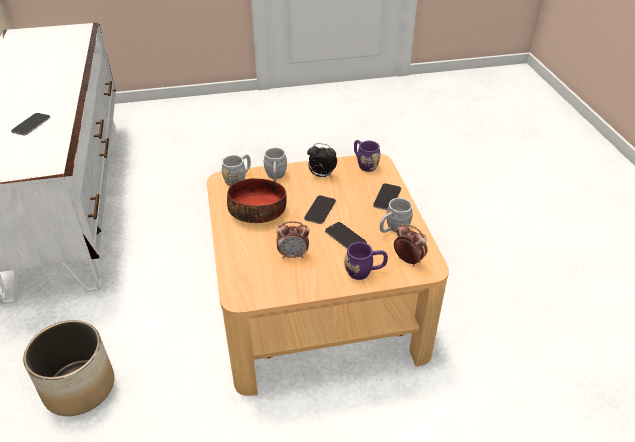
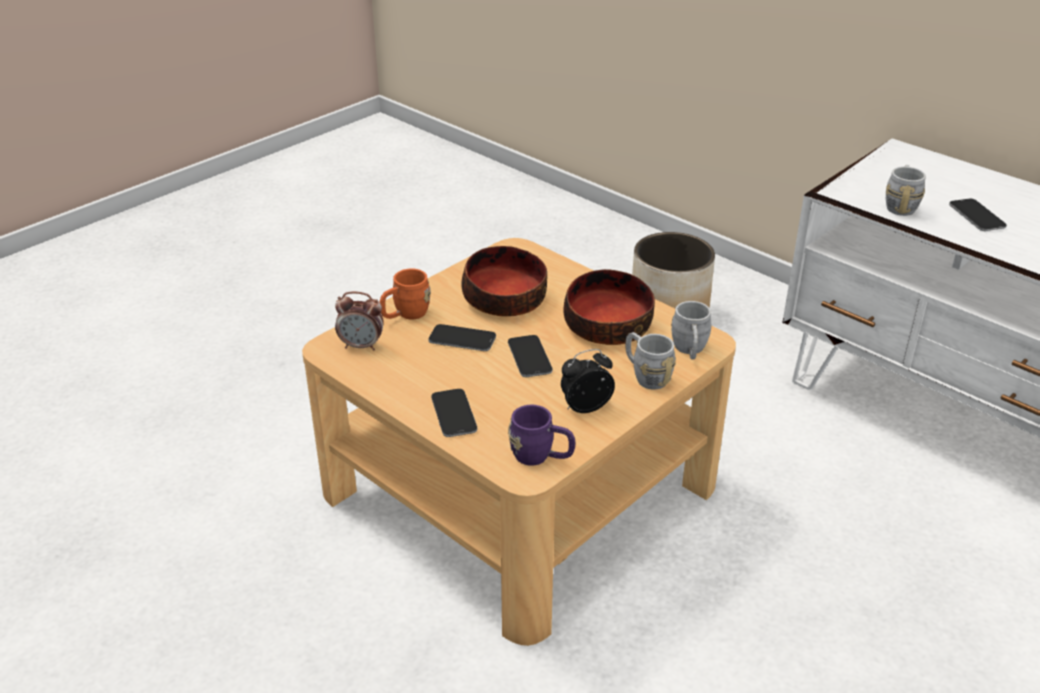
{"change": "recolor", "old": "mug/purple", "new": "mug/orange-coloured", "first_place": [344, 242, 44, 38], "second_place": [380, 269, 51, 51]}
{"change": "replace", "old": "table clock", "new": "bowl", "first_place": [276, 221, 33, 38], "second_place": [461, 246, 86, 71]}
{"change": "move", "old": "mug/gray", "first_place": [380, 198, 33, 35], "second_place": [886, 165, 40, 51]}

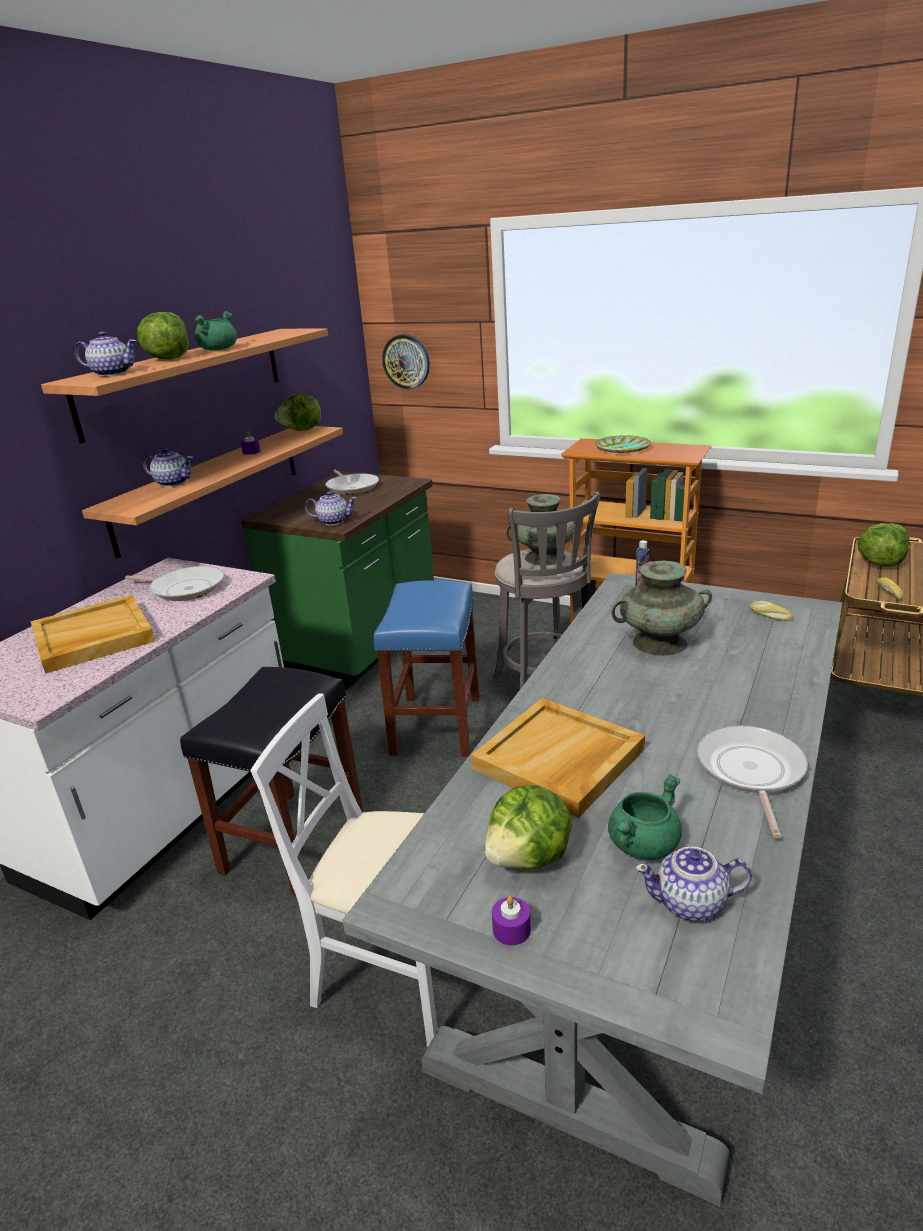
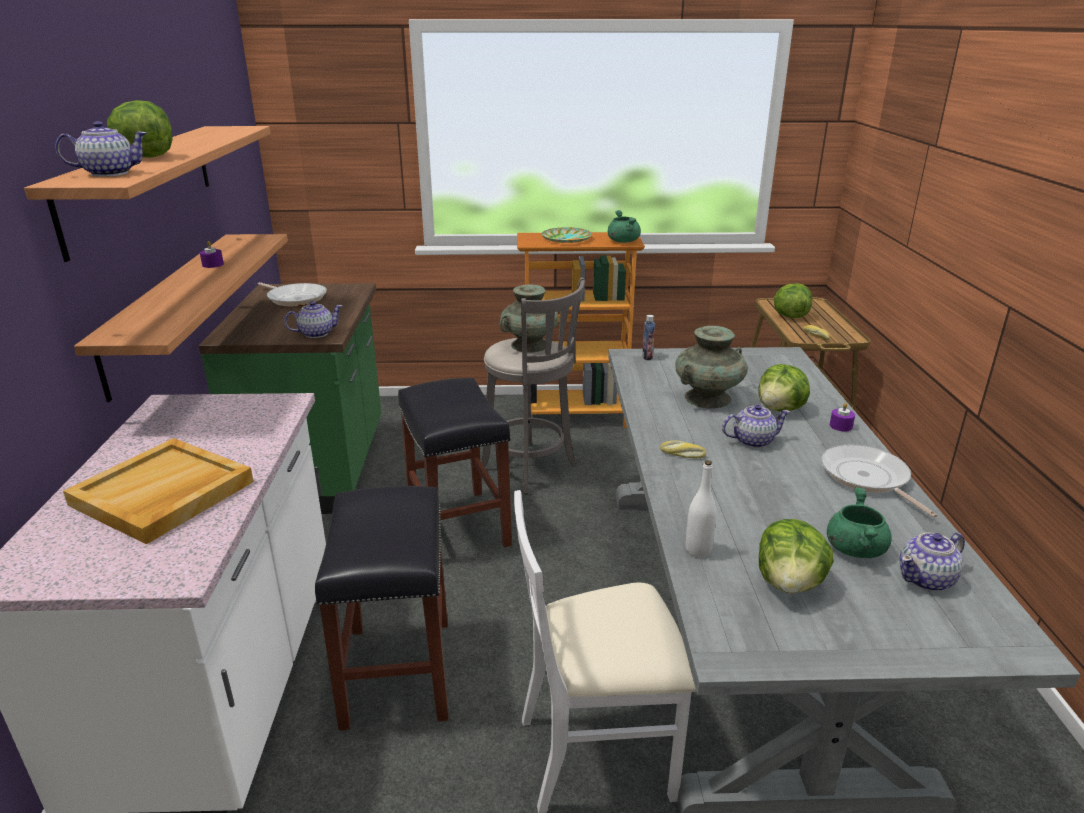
{"change": "recolor", "old": "stool/bluish", "new": "stool/black-coloured", "first_place": [374, 580, 106, 177], "second_place": [398, 378, 114, 169]}
{"change": "move", "old": "saucepot/green", "first_place": [194, 311, 43, 40], "second_place": [608, 210, 33, 33]}
{"change": "move", "old": "bakery bread", "first_place": [750, 601, 42, 20], "second_place": [660, 440, 46, 18]}
{"change": "insert", "new": "bottle/whitish", "second_place": [686, 460, 31, 98]}
{"change": "move", "old": "teapot", "first_place": [143, 448, 50, 39], "second_place": [722, 404, 68, 44]}
{"change": "move", "old": "lettuce head", "first_place": [275, 394, 46, 37], "second_place": [759, 364, 51, 47]}
{"change": "move", "old": "wax candle/purple", "first_place": [492, 896, 39, 49], "second_place": [830, 403, 25, 29]}
{"change": "delete", "old": "pan", "first_place": [125, 566, 99, 35]}
{"change": "delete", "old": "hanging clock", "first_place": [382, 334, 48, 55]}
{"change": "delete", "old": "serving tray/sand-coloured", "first_place": [471, 698, 174, 120]}

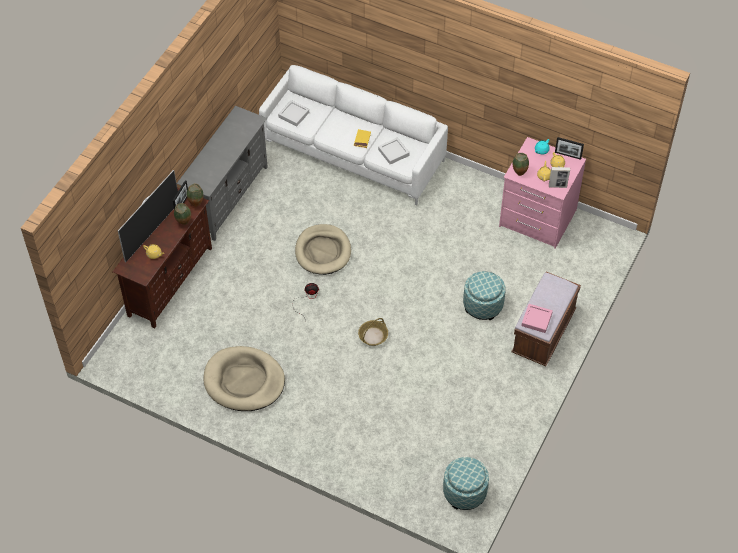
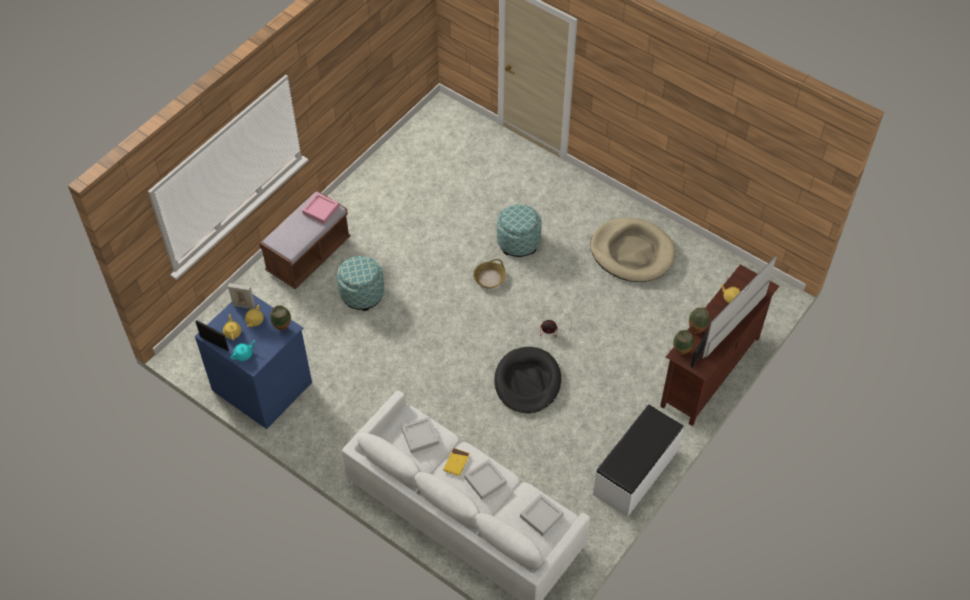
{"change": "recolor", "old": "dresser/pink", "new": "dresser/bluish", "first_place": [499, 137, 87, 112], "second_place": [195, 295, 117, 134]}
{"change": "insert", "new": "serving tray/gray", "second_place": [464, 459, 43, 41]}
{"change": "recolor", "old": "dog cushion/sand-coloured", "new": "dog cushion/black-coloured", "first_place": [295, 224, 56, 51], "second_place": [494, 347, 67, 67]}
{"change": "move", "old": "footrest", "first_place": [443, 457, 46, 53], "second_place": [497, 204, 44, 53]}
{"change": "replace", "old": "tv unit/gray", "new": "indoor bench/whitish", "first_place": [177, 106, 91, 135], "second_place": [593, 405, 91, 112]}

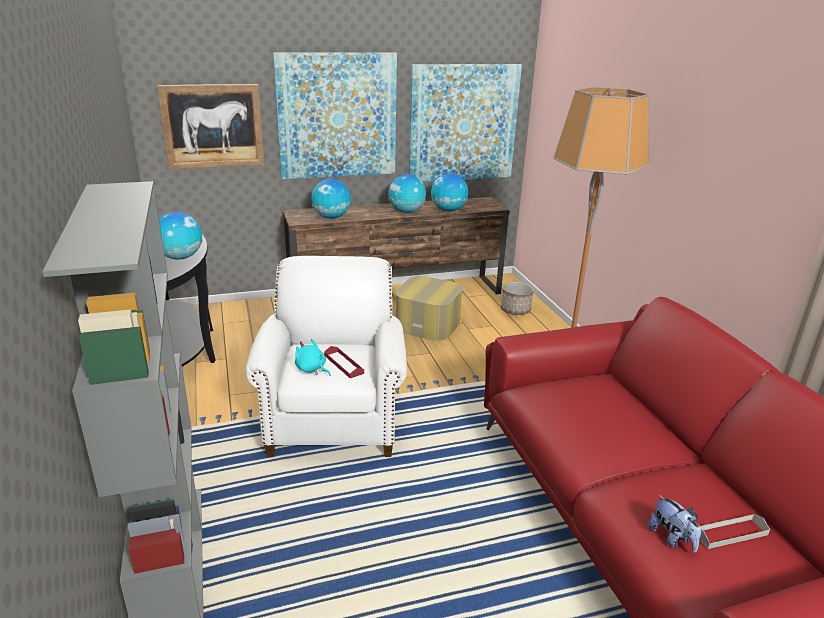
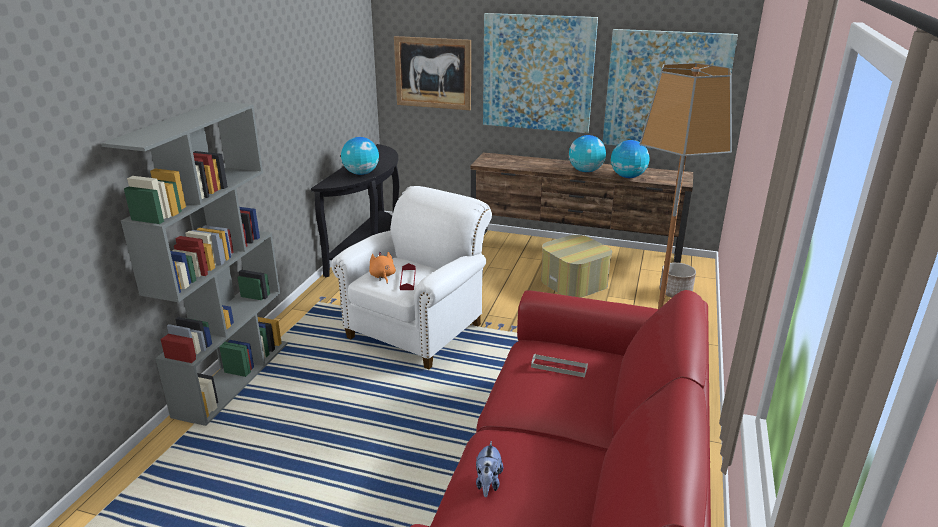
{"change": "recolor", "old": "plush toy/blue-green", "new": "plush toy/orange-coloured", "first_place": [295, 339, 36, 37], "second_place": [369, 252, 27, 32]}
{"change": "move", "old": "serving tray/gray", "first_place": [699, 514, 71, 35], "second_place": [531, 354, 57, 24]}
{"change": "delete", "old": "world globe", "first_place": [311, 179, 40, 40]}

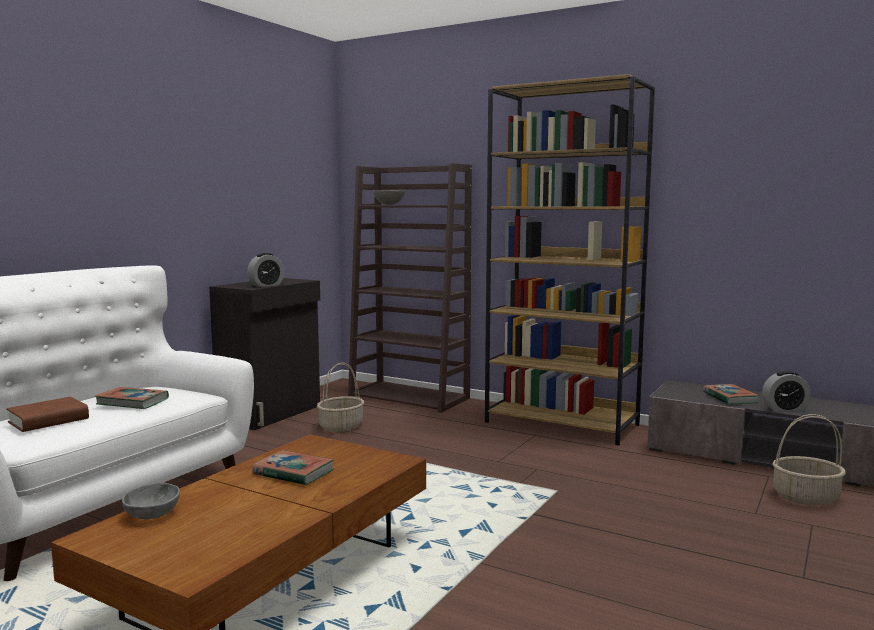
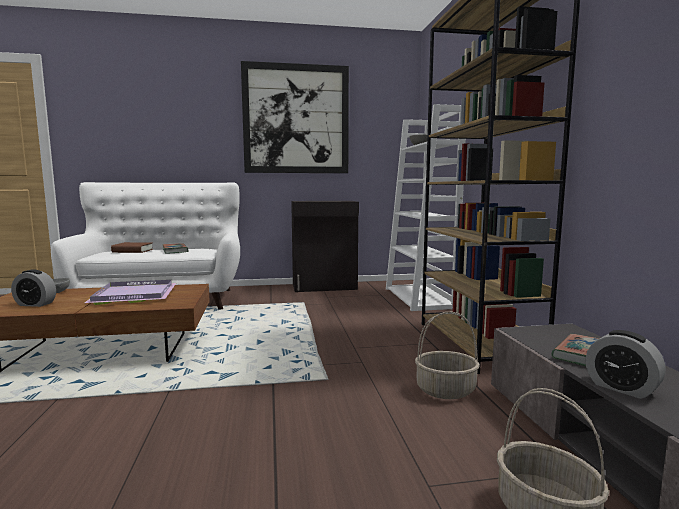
{"change": "move", "old": "table clock", "first_place": [247, 253, 37, 34], "second_place": [11, 269, 45, 38]}
{"change": "replace", "old": "book", "new": "serving tray/purple", "first_place": [252, 450, 82, 36], "second_place": [84, 280, 92, 25]}
{"change": "insert", "new": "picture", "second_place": [241, 61, 108, 112]}
{"change": "recolor", "old": "bookshelf/brown", "new": "bookshelf/whitish", "first_place": [348, 163, 124, 250], "second_place": [386, 104, 80, 207]}
{"change": "move", "old": "basket", "first_place": [317, 363, 47, 69], "second_place": [415, 312, 65, 87]}

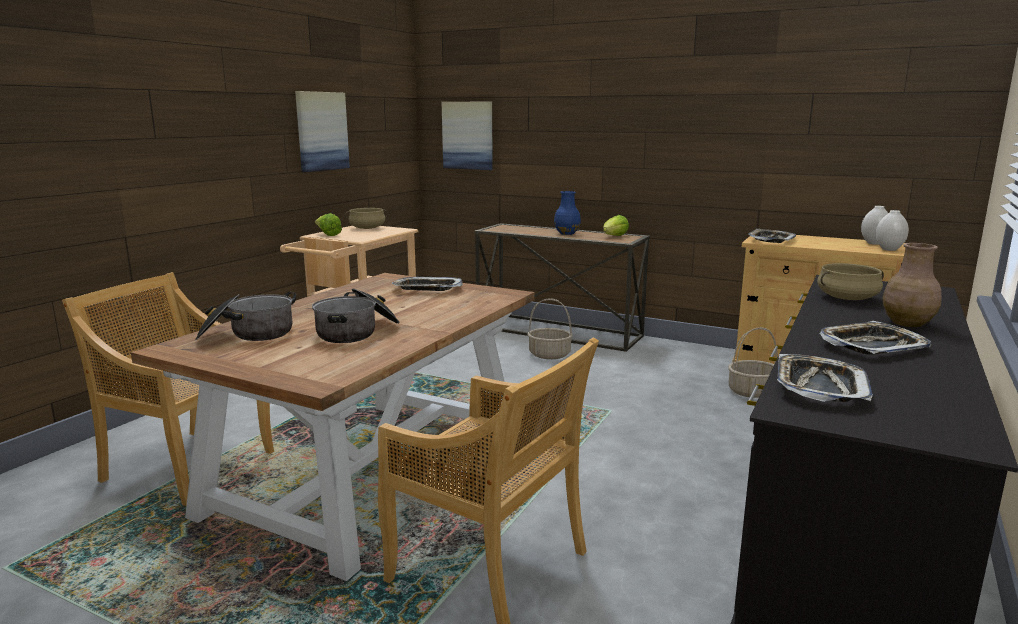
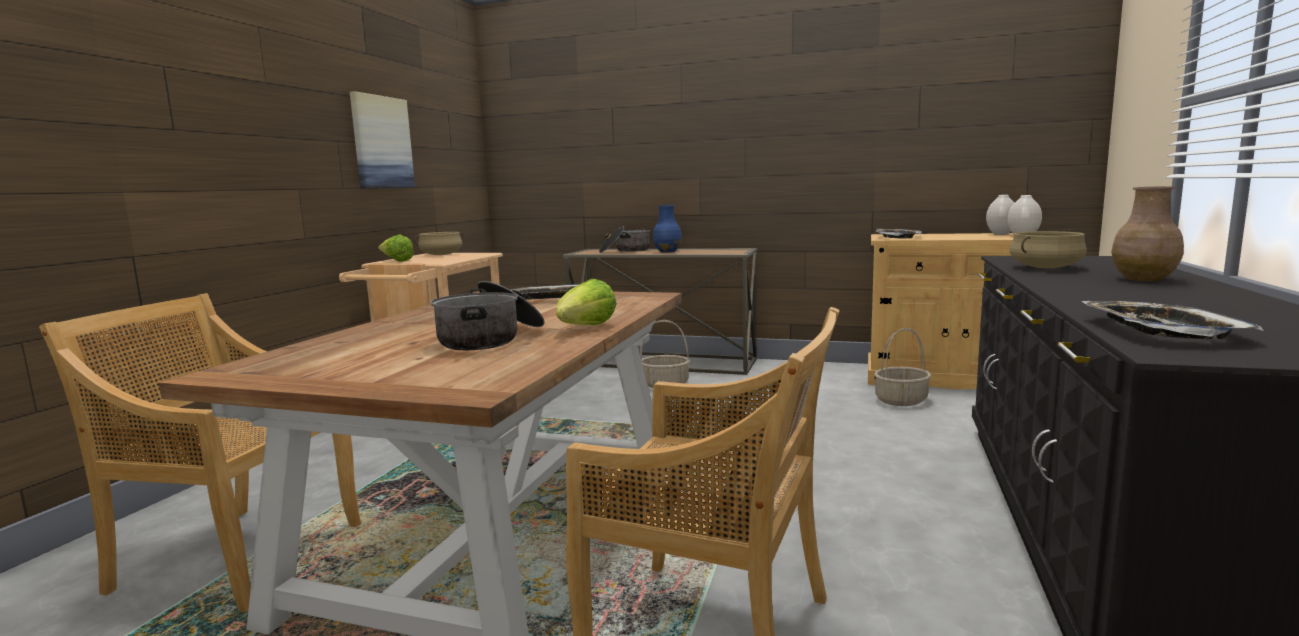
{"change": "move", "old": "lettuce head", "first_place": [603, 215, 26, 21], "second_place": [556, 279, 61, 46]}
{"change": "move", "old": "saucepot", "first_place": [195, 291, 101, 50], "second_place": [599, 226, 52, 27]}
{"change": "delete", "old": "picture", "first_place": [442, 101, 51, 69]}
{"change": "delete", "old": "serving tray", "first_place": [820, 321, 111, 34]}

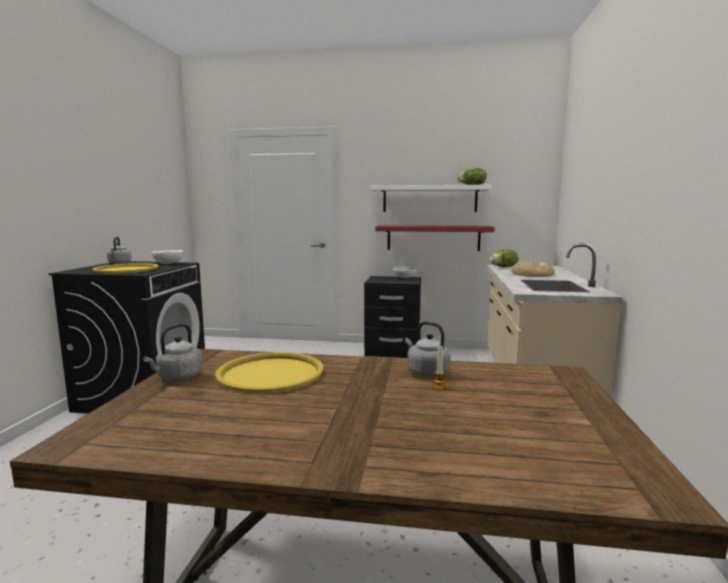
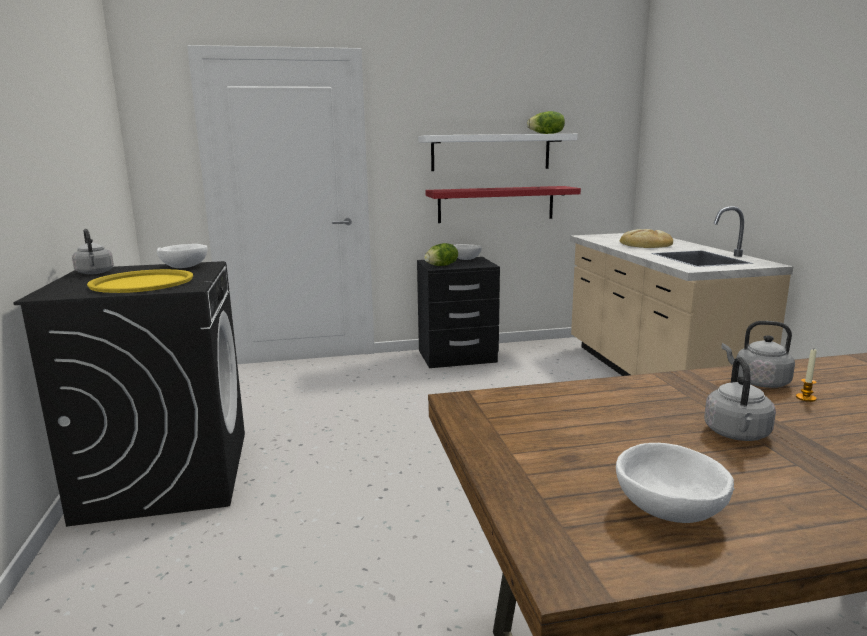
{"change": "move", "old": "lettuce head", "first_place": [489, 249, 30, 18], "second_place": [424, 243, 34, 23]}
{"change": "insert", "new": "bowl/whitish", "second_place": [616, 443, 119, 80]}
{"change": "move", "old": "kettle/gray", "first_place": [143, 323, 60, 58], "second_place": [704, 357, 72, 84]}
{"change": "delete", "old": "serving tray/yellowish", "first_place": [215, 352, 108, 41]}

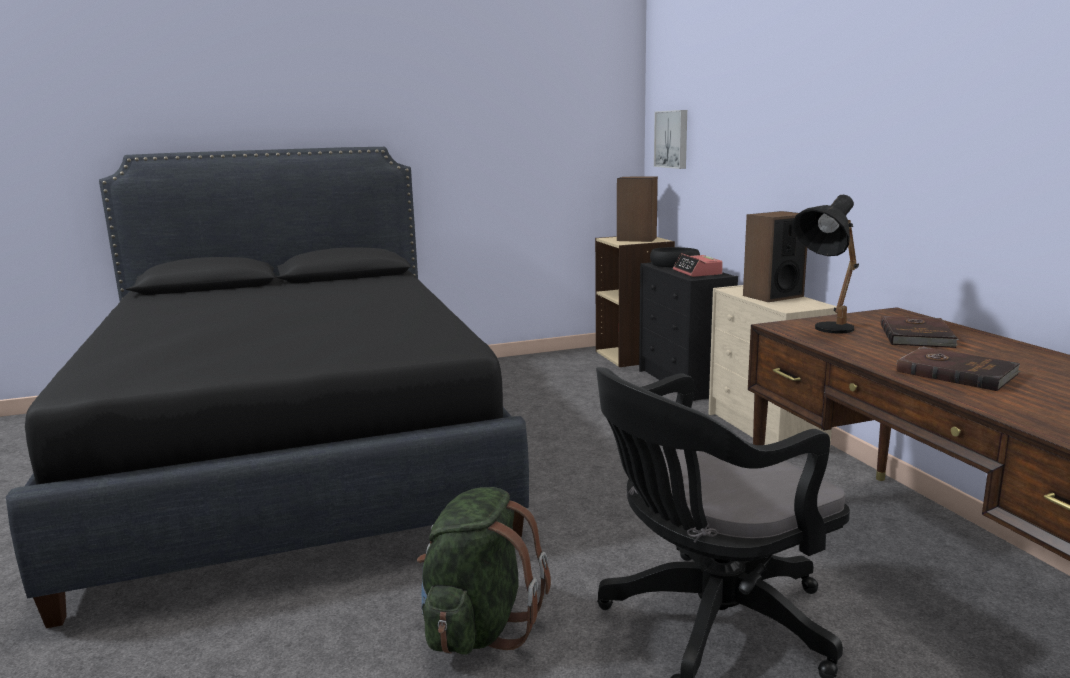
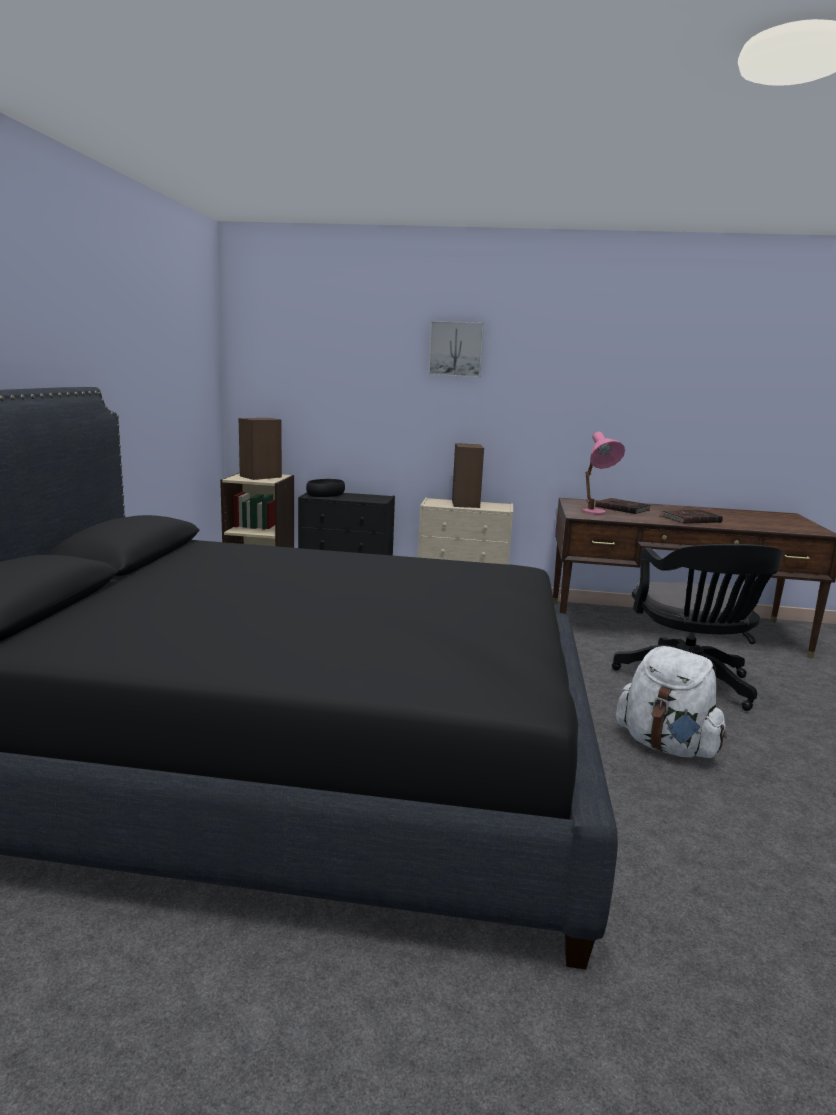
{"change": "move", "old": "picture", "first_place": [654, 110, 33, 59], "second_place": [428, 321, 56, 56]}
{"change": "recolor", "old": "tabletop lamp/black-coloured", "new": "tabletop lamp/pink", "first_place": [793, 195, 66, 139], "second_place": [583, 432, 42, 82]}
{"change": "recolor", "old": "knapsack/green", "new": "knapsack/whitish", "first_place": [417, 487, 134, 168], "second_place": [616, 646, 111, 112]}
{"change": "delete", "old": "table clock", "first_place": [673, 253, 50, 24]}

